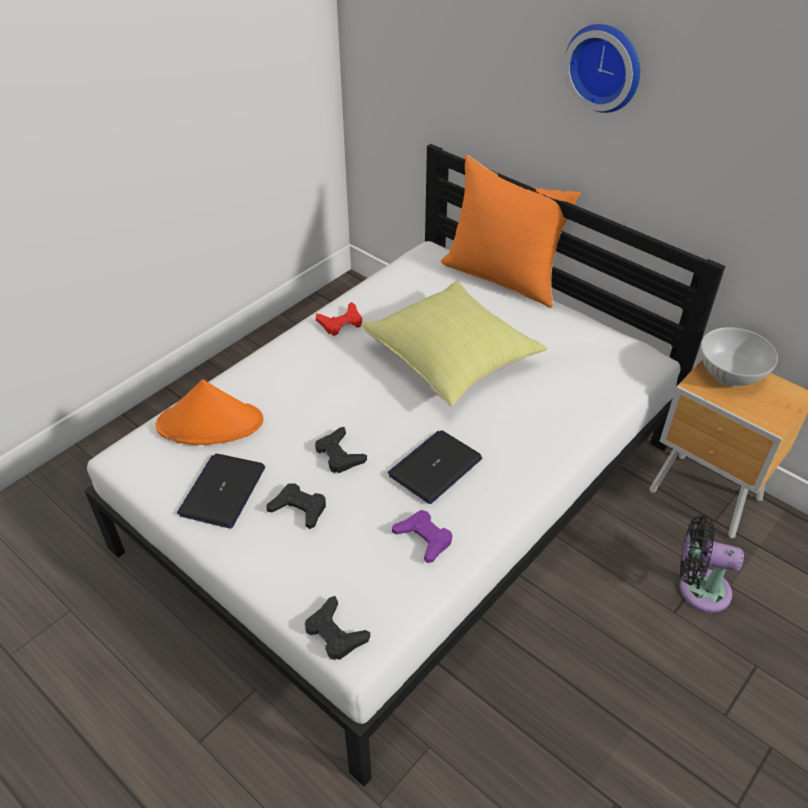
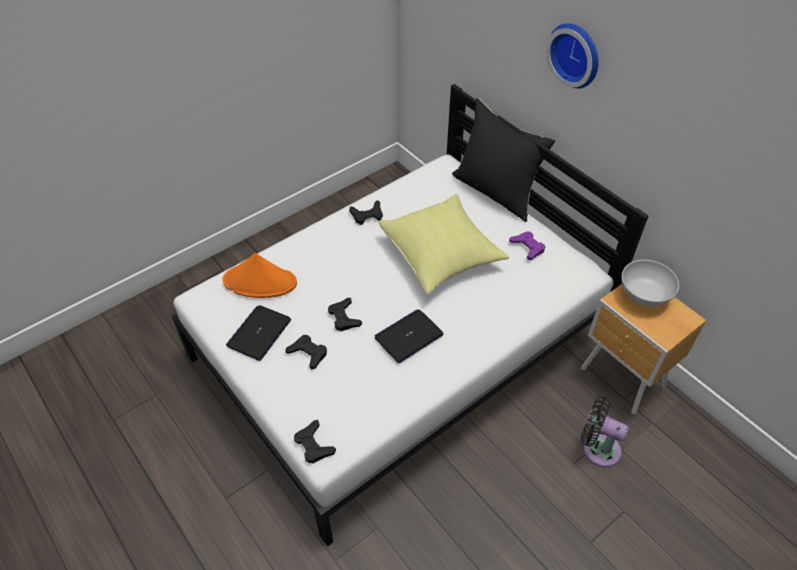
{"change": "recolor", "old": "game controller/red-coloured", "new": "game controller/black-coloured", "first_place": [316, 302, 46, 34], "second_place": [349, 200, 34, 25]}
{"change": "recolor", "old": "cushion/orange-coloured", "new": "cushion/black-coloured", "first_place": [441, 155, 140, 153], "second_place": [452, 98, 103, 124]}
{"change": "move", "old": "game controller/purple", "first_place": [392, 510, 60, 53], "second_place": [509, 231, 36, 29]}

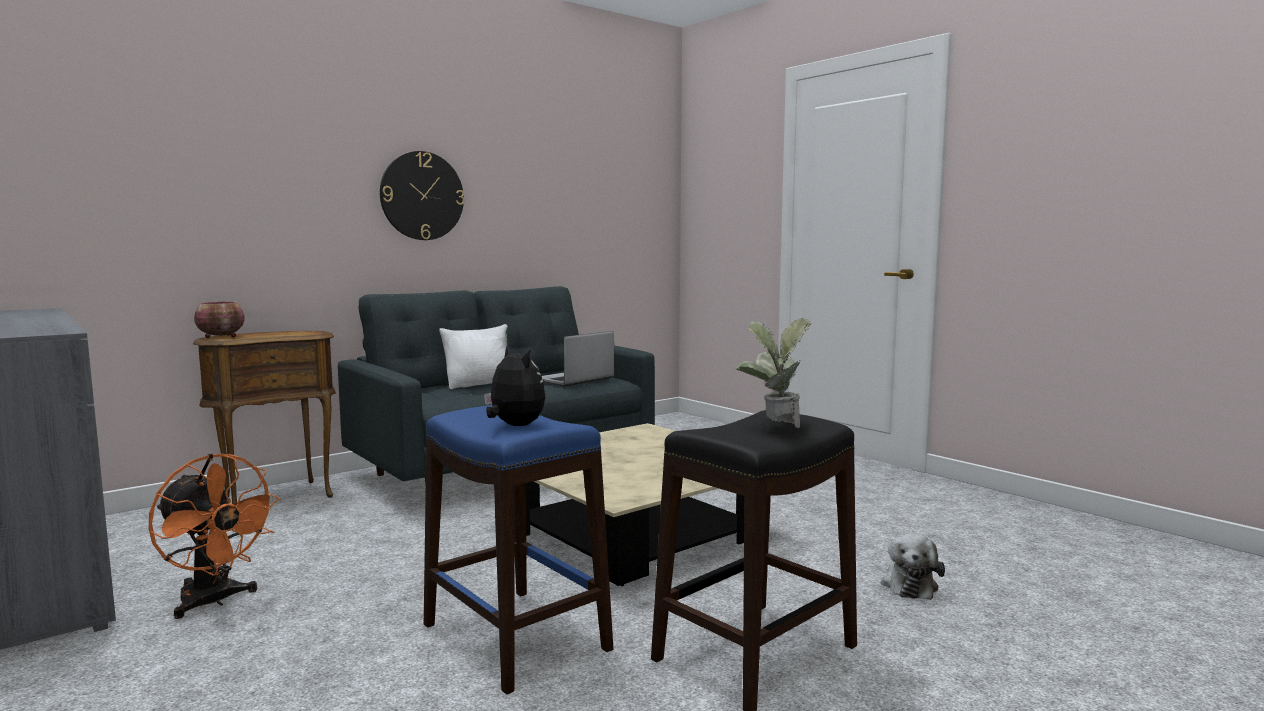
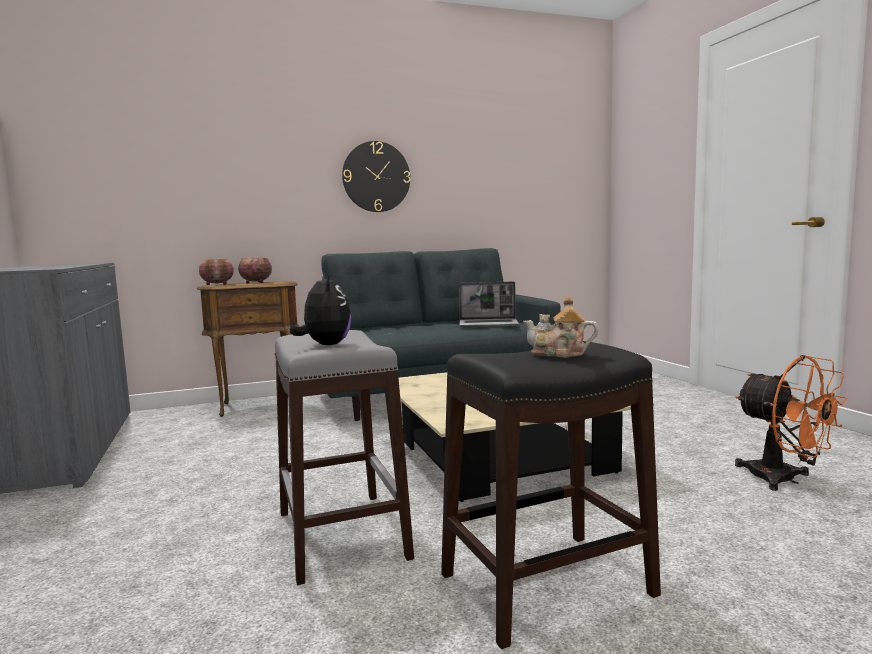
{"change": "insert", "new": "bowl", "second_place": [238, 258, 34, 25]}
{"change": "recolor", "old": "stool/bluish", "new": "stool/gray", "first_place": [424, 405, 190, 290], "second_place": [275, 330, 139, 255]}
{"change": "rotate", "old": "laptop", "first_place": [542, 331, 72, 55], "second_place": [459, 281, 60, 46], "degrees": -150}
{"change": "replace", "old": "houseplant", "new": "teapot", "first_place": [736, 318, 75, 110], "second_place": [523, 296, 75, 61]}
{"change": "move", "old": "cooling fan/orange-coloured", "first_place": [149, 454, 132, 165], "second_place": [735, 355, 112, 136]}
{"change": "delete", "old": "cushion/whitish", "first_place": [439, 324, 69, 65]}
{"change": "delete", "old": "plush toy", "first_place": [881, 533, 64, 67]}

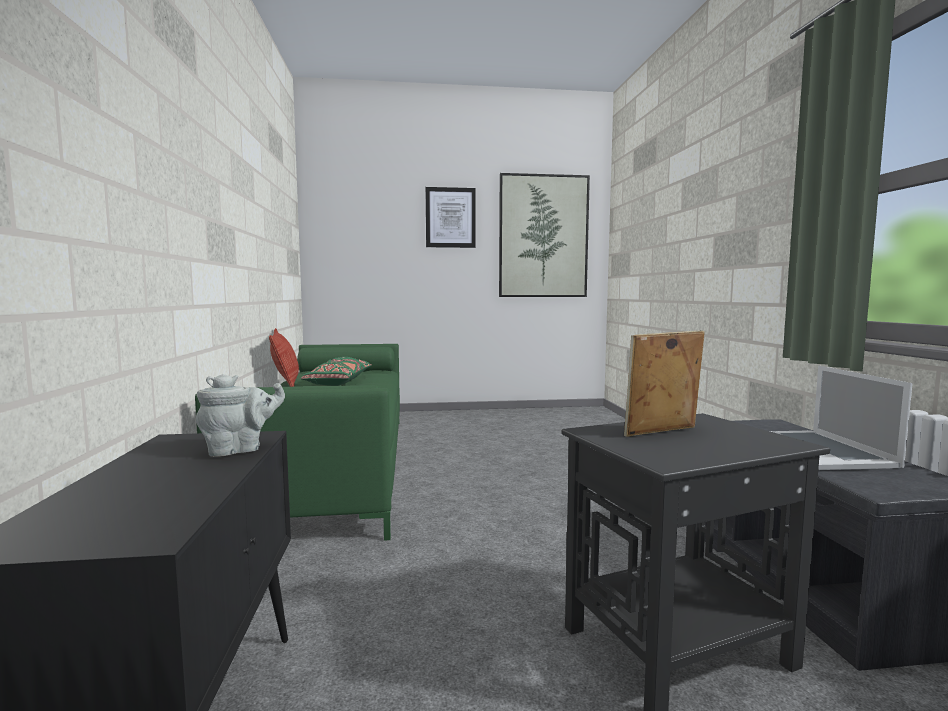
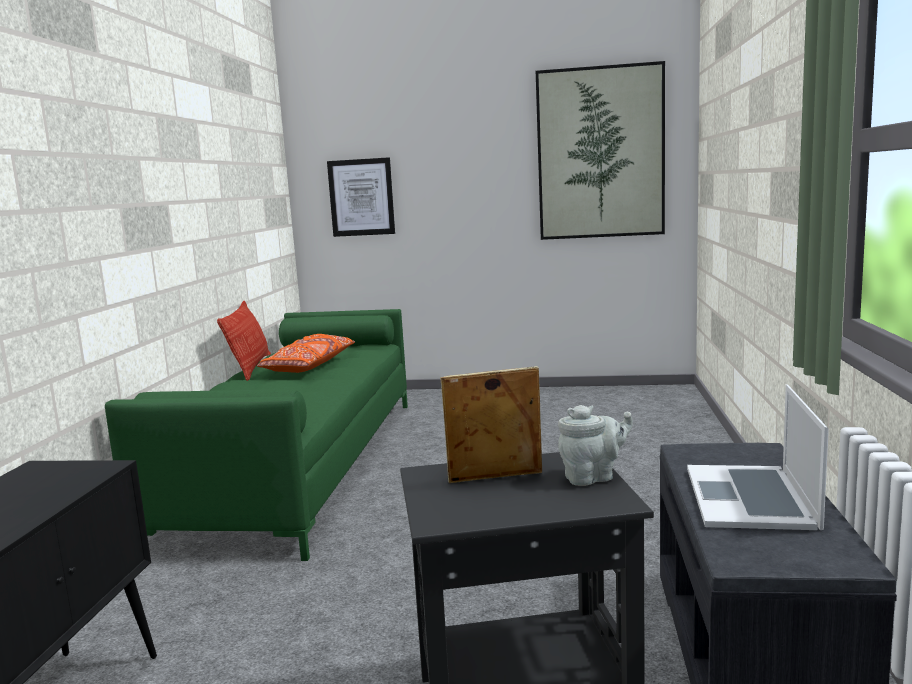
{"change": "recolor", "old": "cushion/green", "new": "cushion/orange-coloured", "first_place": [301, 357, 71, 29], "second_place": [257, 334, 98, 39]}
{"change": "move", "old": "picture", "first_place": [426, 187, 49, 61], "second_place": [327, 157, 68, 80]}
{"change": "move", "old": "teapot/gray", "first_place": [196, 374, 89, 83], "second_place": [558, 405, 75, 81]}

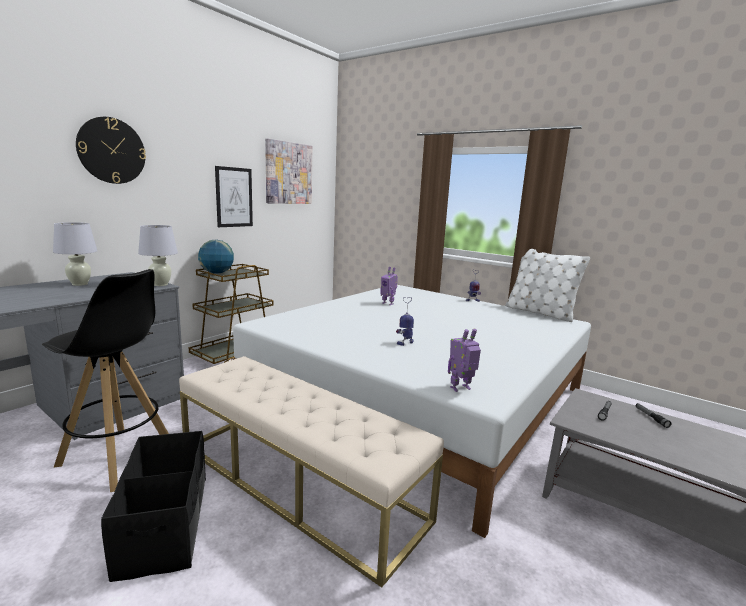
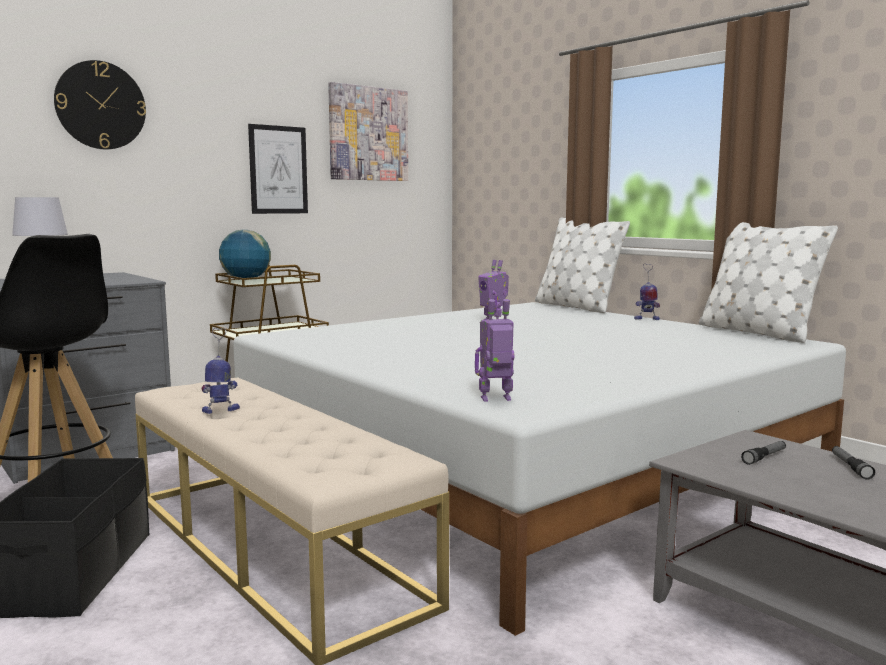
{"change": "move", "old": "model robot", "first_place": [396, 297, 18, 49], "second_place": [202, 328, 38, 86]}
{"change": "insert", "new": "cushion/whitish", "second_place": [535, 217, 95, 96]}
{"change": "delete", "old": "tabletop lamp/whitish", "first_place": [138, 225, 40, 61]}

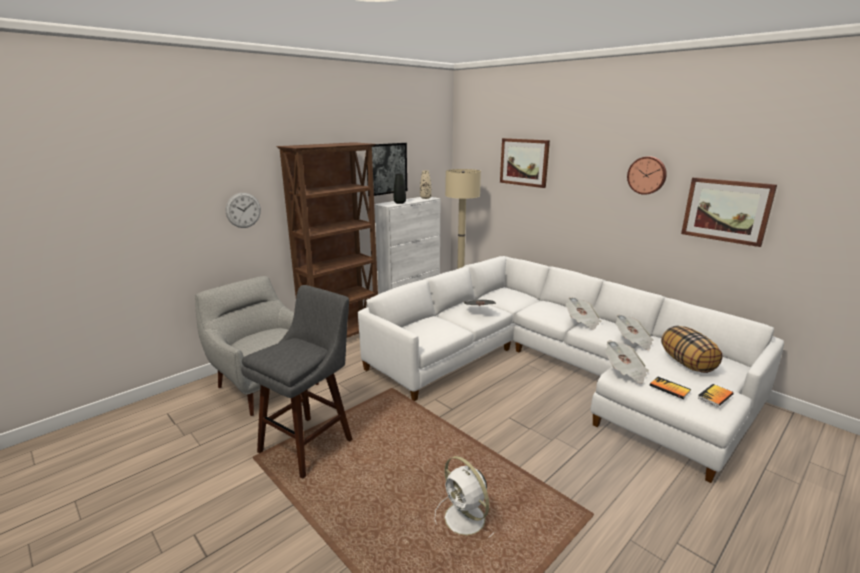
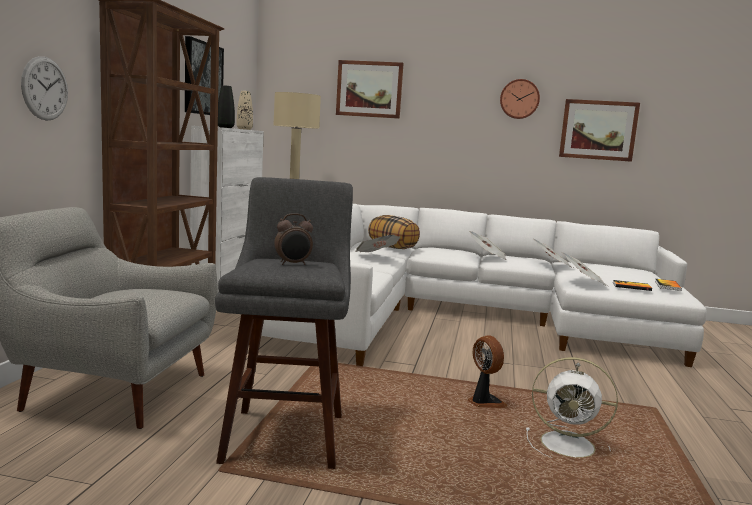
{"change": "insert", "new": "table clock", "second_place": [274, 213, 39, 52]}
{"change": "move", "old": "cushion", "first_place": [661, 326, 61, 47], "second_place": [368, 215, 52, 34]}
{"change": "insert", "new": "cooling fan", "second_place": [467, 335, 41, 73]}

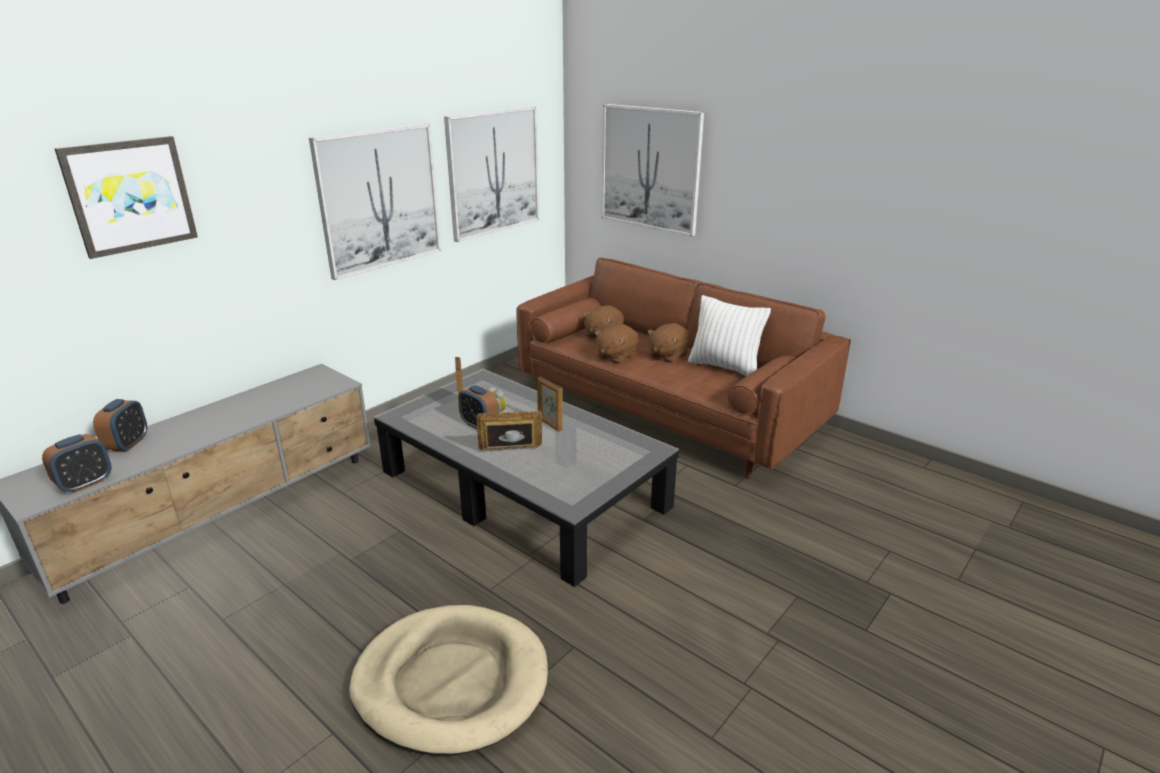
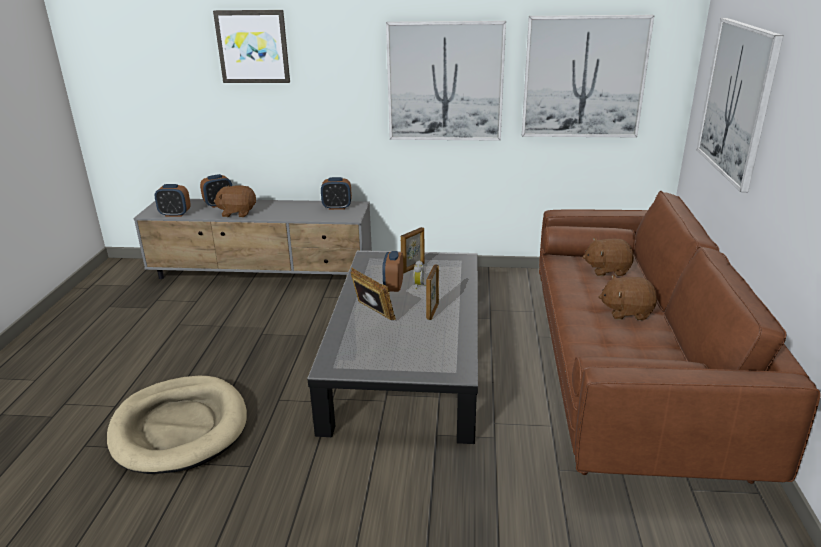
{"change": "move", "old": "plush toy/brown", "first_place": [595, 324, 43, 40], "second_place": [214, 185, 42, 32]}
{"change": "insert", "new": "table clock", "second_place": [321, 177, 31, 33]}
{"change": "delete", "old": "cushion/whitish", "first_place": [688, 295, 83, 81]}

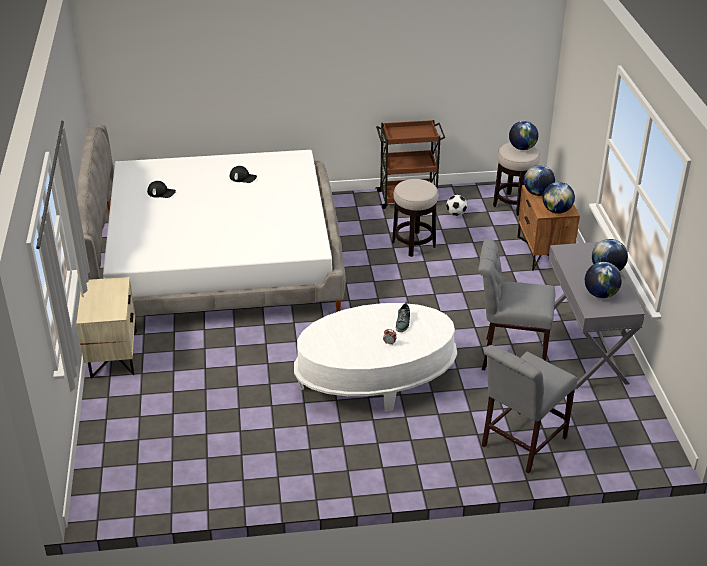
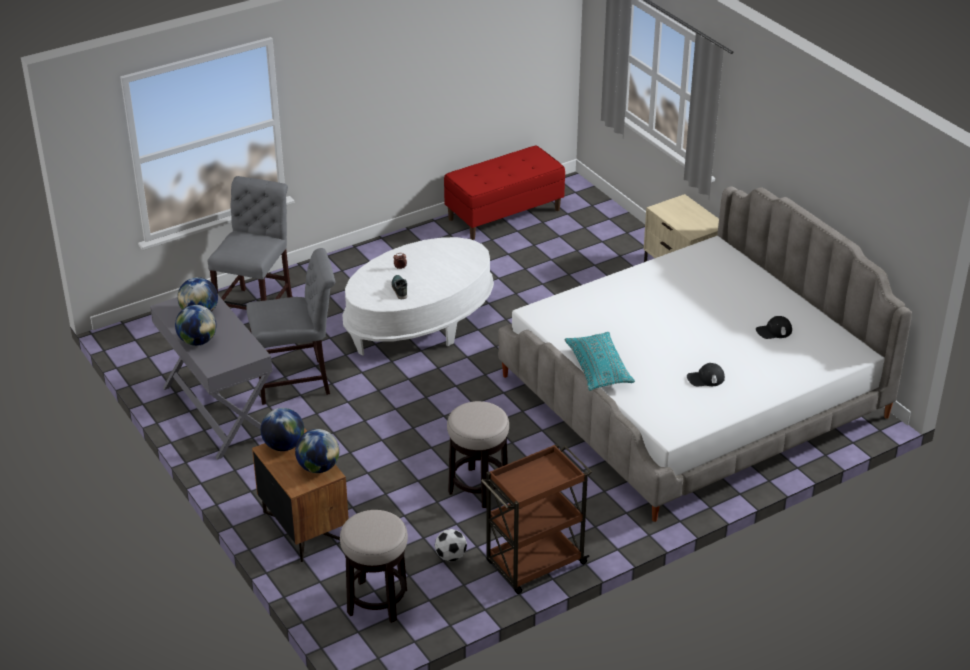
{"change": "insert", "new": "indoor bench/red-coloured", "second_place": [444, 146, 121, 94]}
{"change": "insert", "new": "cushion/blue-green", "second_place": [565, 332, 70, 59]}
{"change": "delete", "old": "world globe", "first_place": [509, 121, 30, 29]}

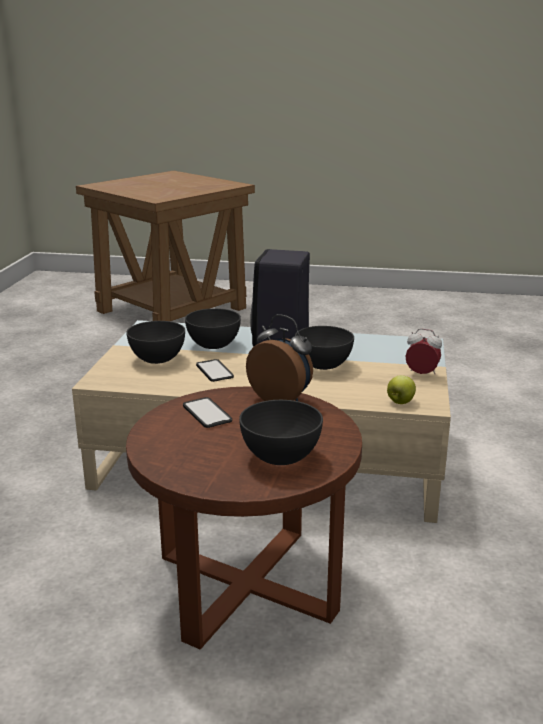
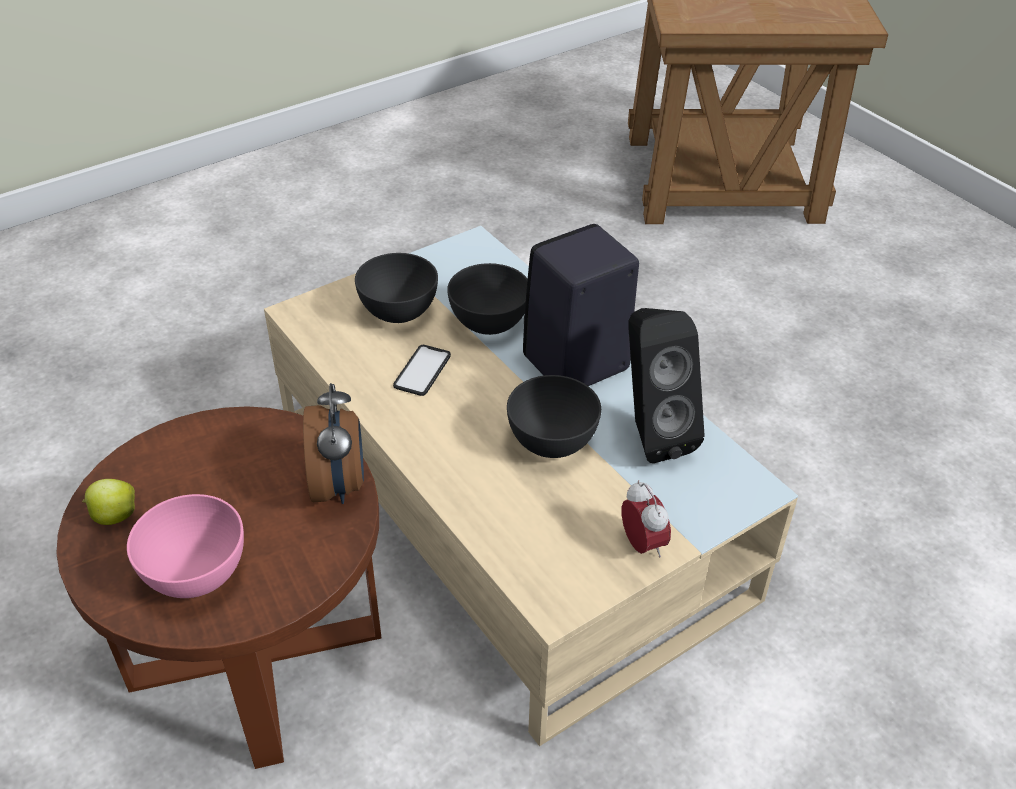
{"change": "move", "old": "whole apple", "first_place": [387, 375, 29, 29], "second_place": [82, 479, 53, 46]}
{"change": "recolor", "old": "bowl/gray", "new": "bowl/pink", "first_place": [239, 400, 84, 65], "second_place": [127, 494, 117, 104]}
{"change": "insert", "new": "loudspeaker/black-coloured", "second_place": [628, 308, 77, 155]}
{"change": "delete", "old": "telephone", "first_place": [183, 397, 49, 31]}

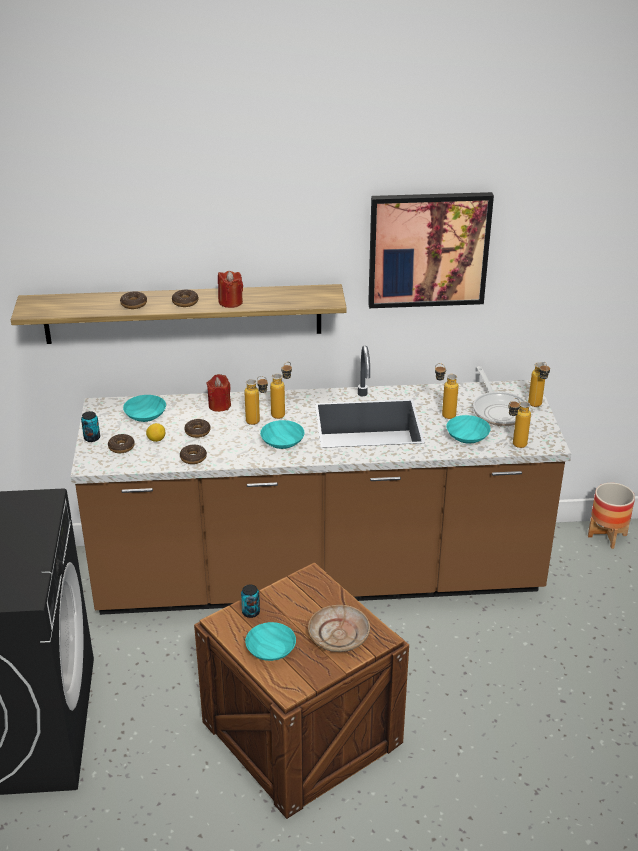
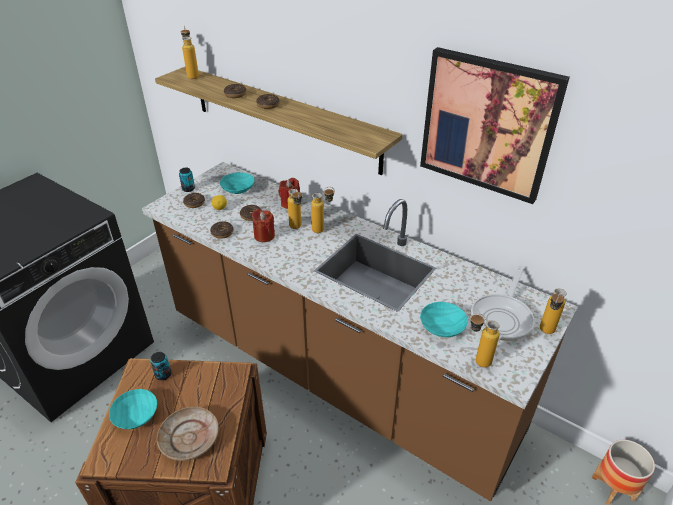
{"change": "move", "old": "bottle", "first_place": [435, 363, 23, 56], "second_place": [181, 26, 18, 53]}
{"change": "move", "old": "wax candle/red-coloured", "first_place": [218, 271, 25, 37], "second_place": [252, 209, 23, 33]}
{"change": "delete", "old": "bowl/blue-green", "first_place": [260, 420, 45, 29]}

